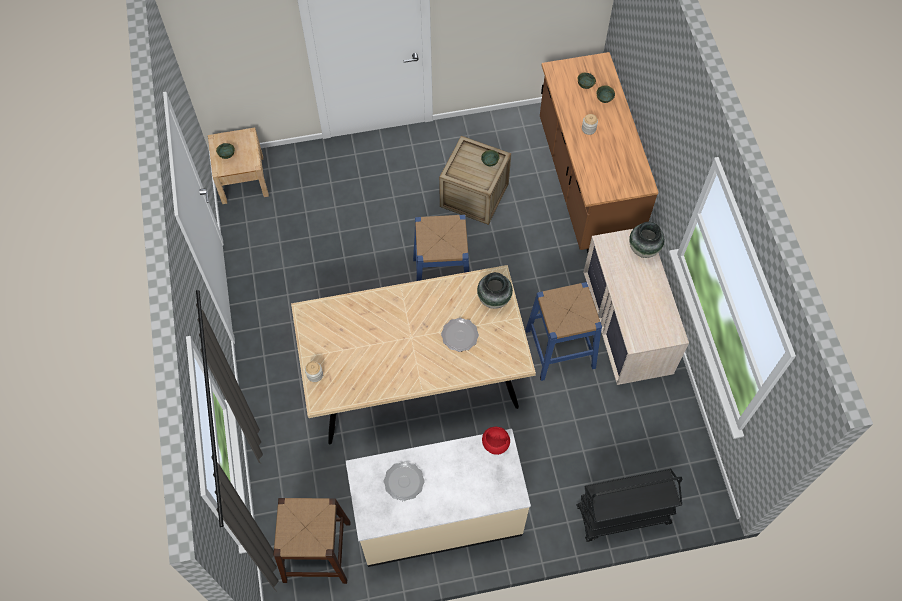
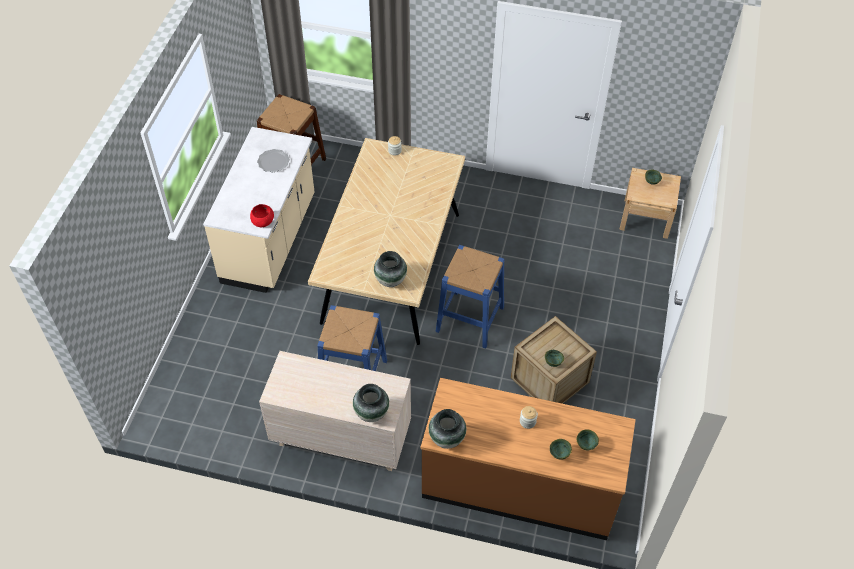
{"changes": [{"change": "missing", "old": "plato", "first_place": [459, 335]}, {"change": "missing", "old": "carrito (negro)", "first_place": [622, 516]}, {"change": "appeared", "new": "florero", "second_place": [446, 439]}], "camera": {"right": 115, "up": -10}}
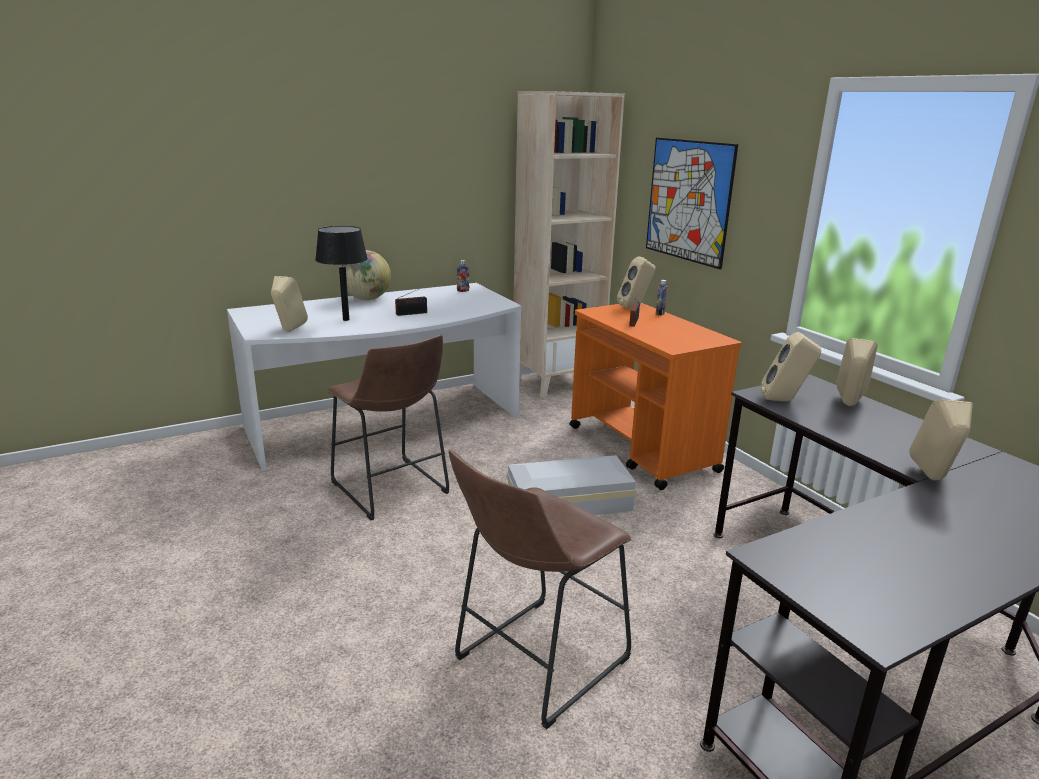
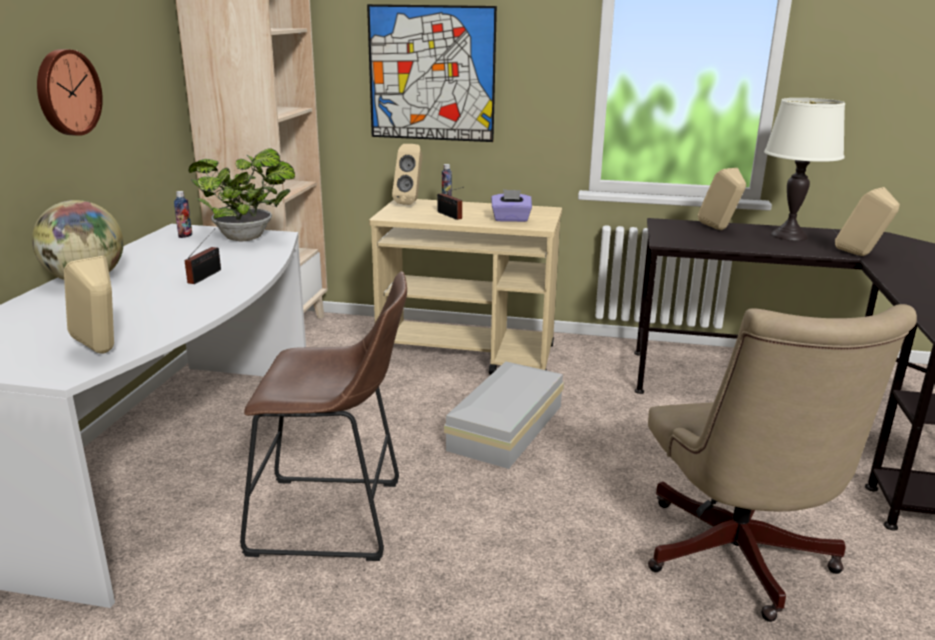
{"changes": [{"change": "missing", "old": "lámpara de mesa (negro)", "first_place": [345, 320]}, {"change": "colour", "old": "carrito (naranja)", "new": "carrito (beis)", "first_place": [642, 449], "second_place": [468, 355]}, {"change": "missing", "old": "altavoz (beis)", "first_place": [785, 401]}, {"change": "exchanged", "old": "taburete (marrón)", "new": "silla de oficina (beis)", "first_place": [535, 662], "second_place": [738, 561]}, {"change": "appeared", "new": "reloj de pared", "second_place": [66, 92]}, {"change": "appeared", "new": "lámpara de mesa (blanco)", "second_place": [788, 236]}, {"change": "appeared", "new": "planta en maceta", "second_place": [248, 238]}, {"change": "appeared", "new": "caja de pañuelos (morado)", "second_place": [511, 219]}], "camera": {"right": -50, "up": 0}}
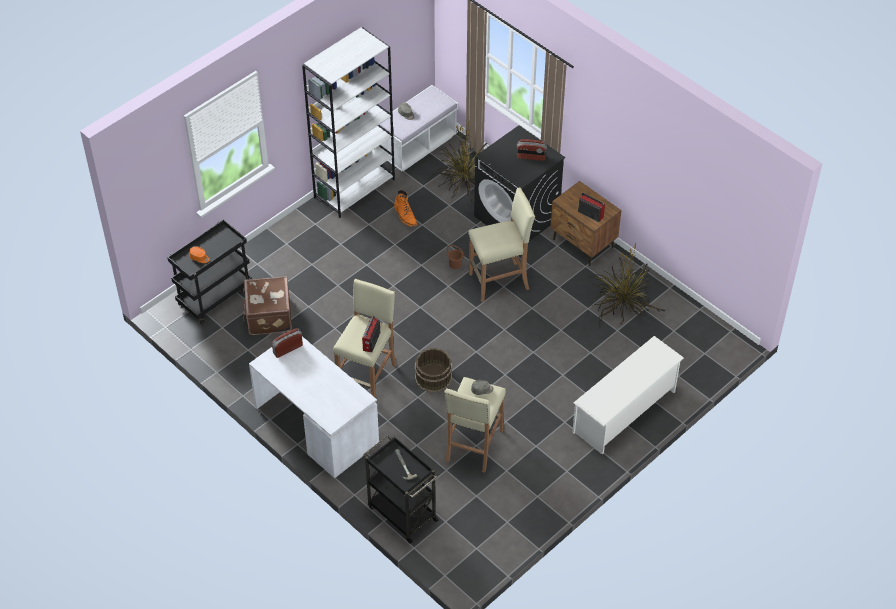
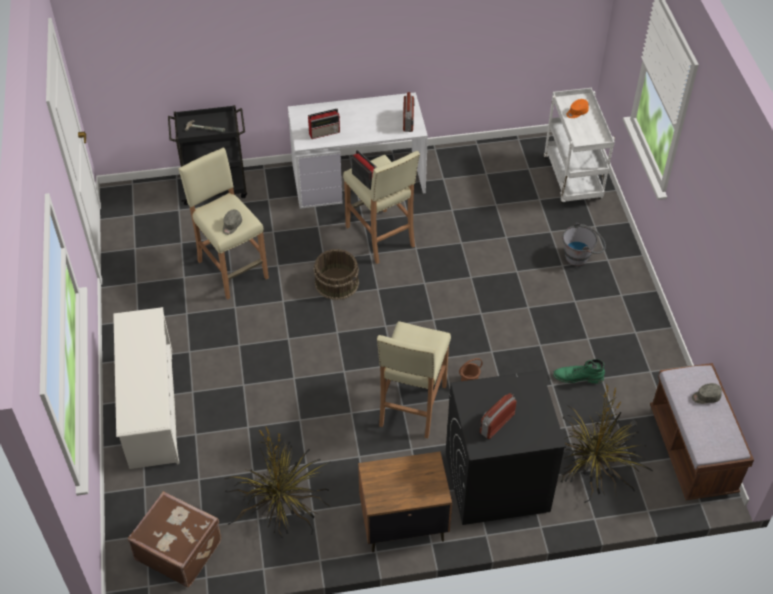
{"changes": [{"change": "missing", "old": "estantería (blanco)", "first_place": [354, 188]}, {"change": "colour", "old": "banco (blanco)", "new": "banco (marrón)", "first_place": [417, 146], "second_place": [692, 451]}, {"change": "colour", "old": "bota (naranja)", "new": "bota (verde)", "first_place": [405, 215], "second_place": [578, 377]}, {"change": "relocated", "old": "radio", "first_place": [590, 214], "second_place": [325, 132]}, {"change": "colour", "old": "carrito (negro)", "new": "carrito (blanco)", "first_place": [214, 296], "second_place": [573, 179]}, {"change": "relocated", "old": "maleta (marrón)", "first_place": [268, 316], "second_place": [179, 549]}, {"change": "appeared", "new": "cubo (gris)", "second_place": [581, 256]}], "camera": {"right": 125, "up": 0}}
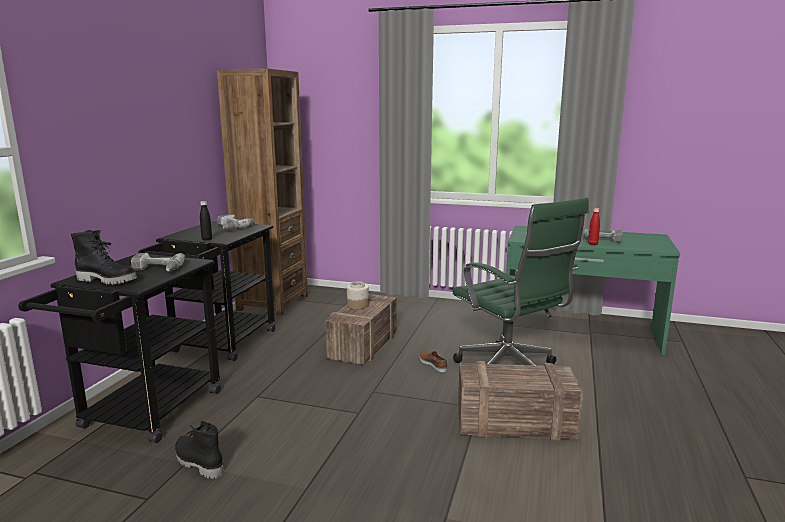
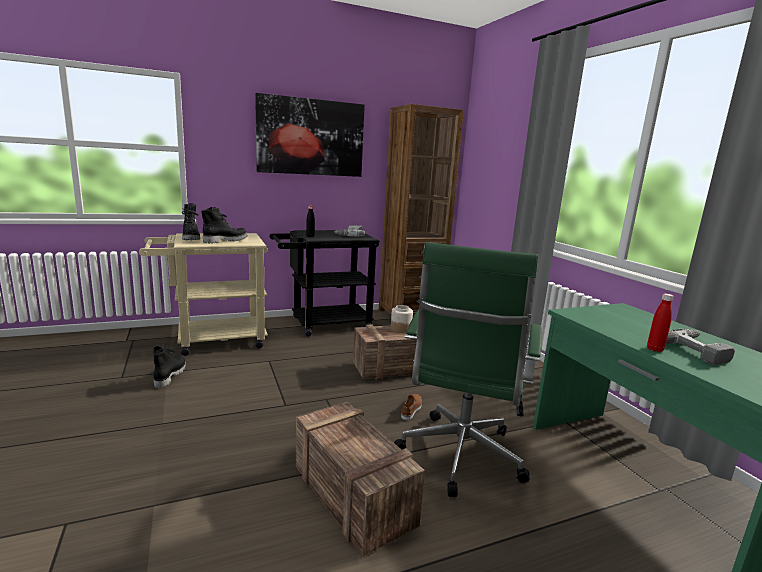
{"changes": [{"change": "exchanged", "old": "taladro", "new": "bota (negro)", "first_place": [157, 269], "second_place": [225, 240]}, {"change": "colour", "old": "carrito (negro)", "new": "carrito (beis)", "first_place": [145, 415], "second_place": [212, 340]}, {"change": "appeared", "new": "cuadro", "second_place": [311, 137]}], "camera": {"right": 50, "up": 0}}
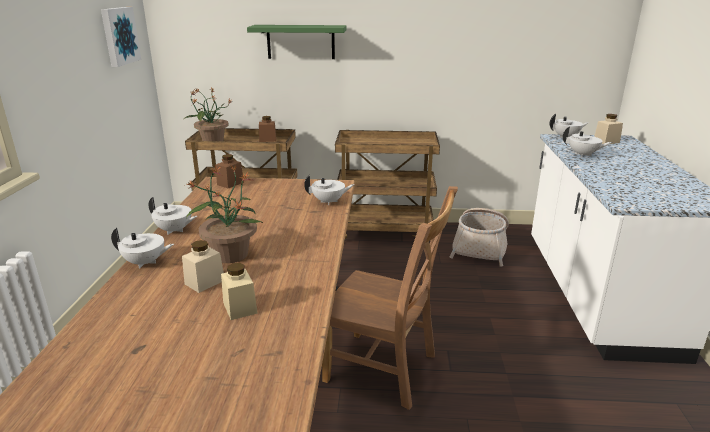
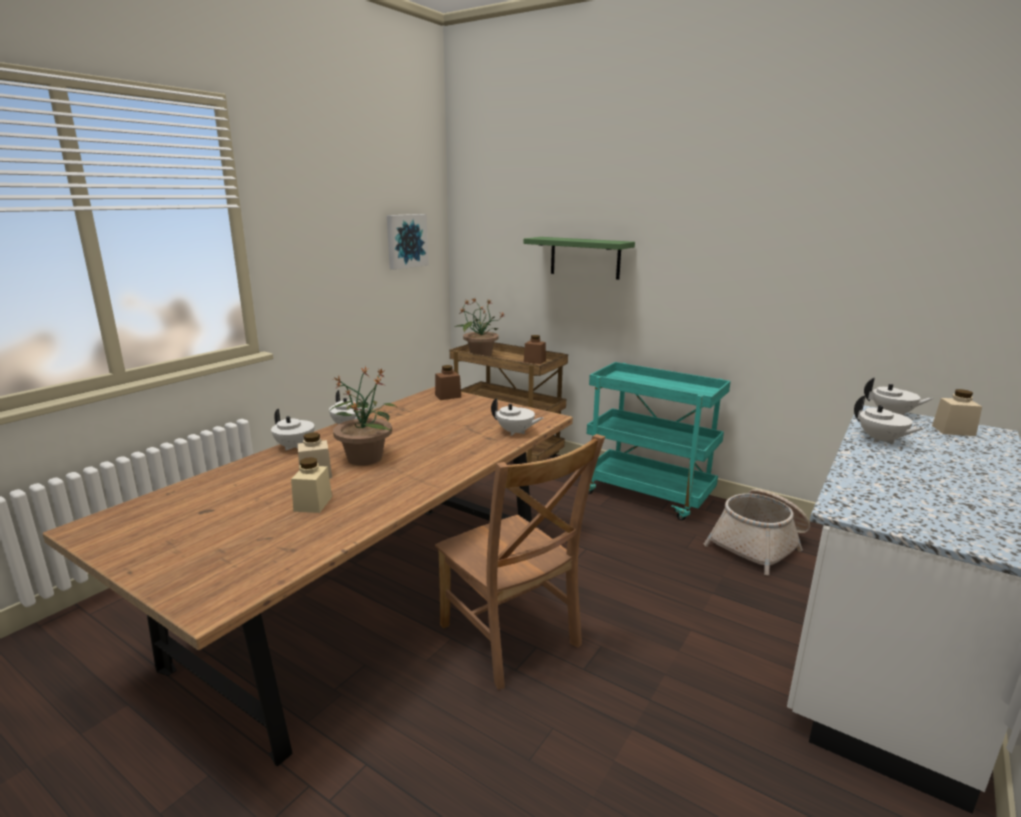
{"changes": [{"change": "colour", "old": "carrito (marrón)", "new": "carrito (turquesa)", "first_place": [385, 232], "second_place": [649, 495]}], "camera": {"right": 30, "up": -5}}
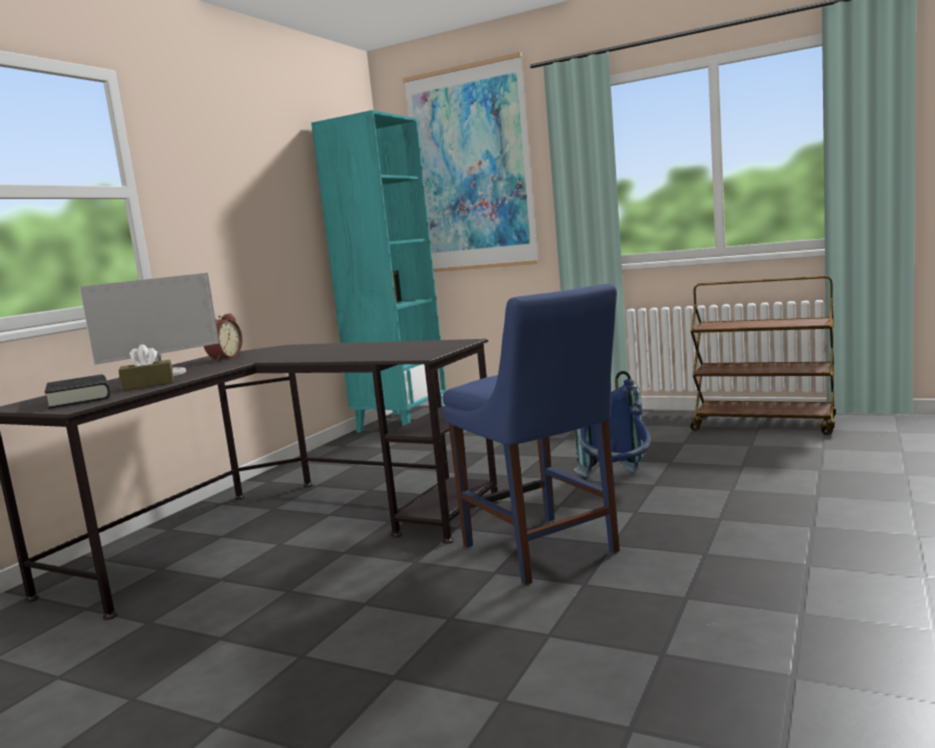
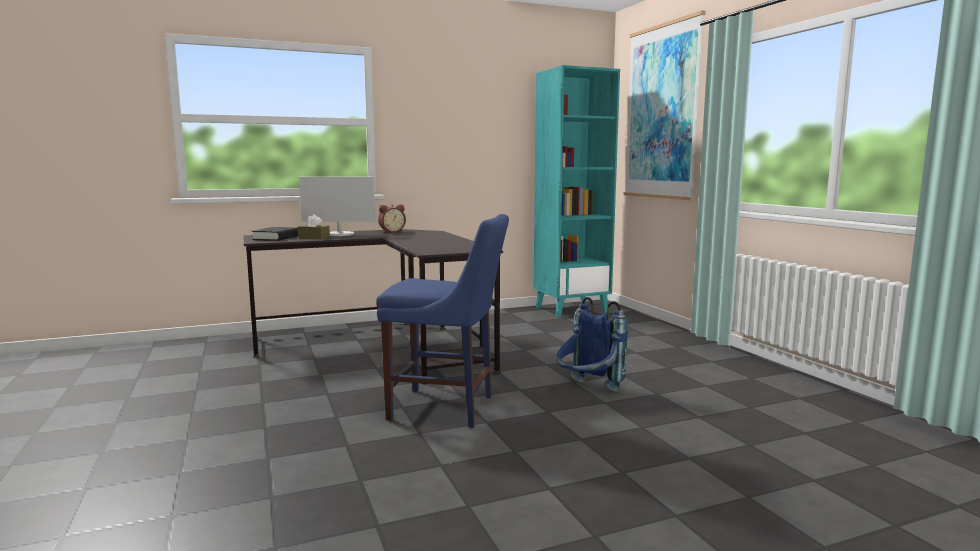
{"changes": [{"change": "missing", "old": "carrito (marrón)", "first_place": [764, 425]}, {"change": "spun", "old": "silla (azul)", "first_place": [543, 551], "second_place": [447, 408], "degrees": -90}], "camera": {"right": 40, "up": 0}}
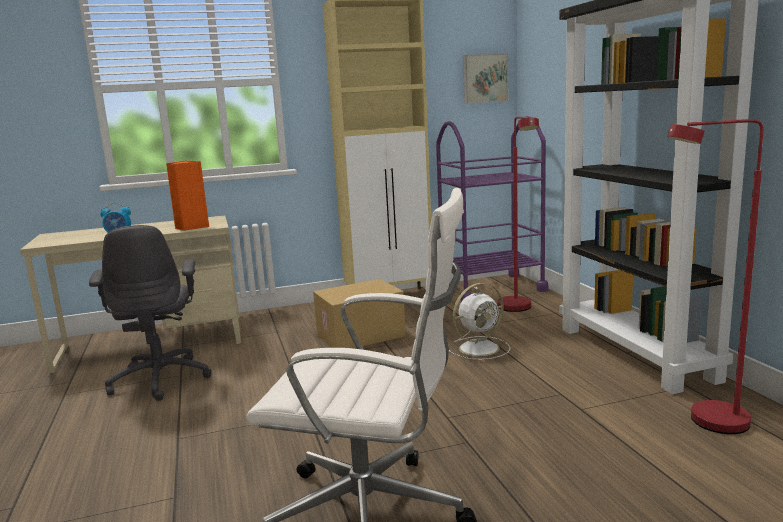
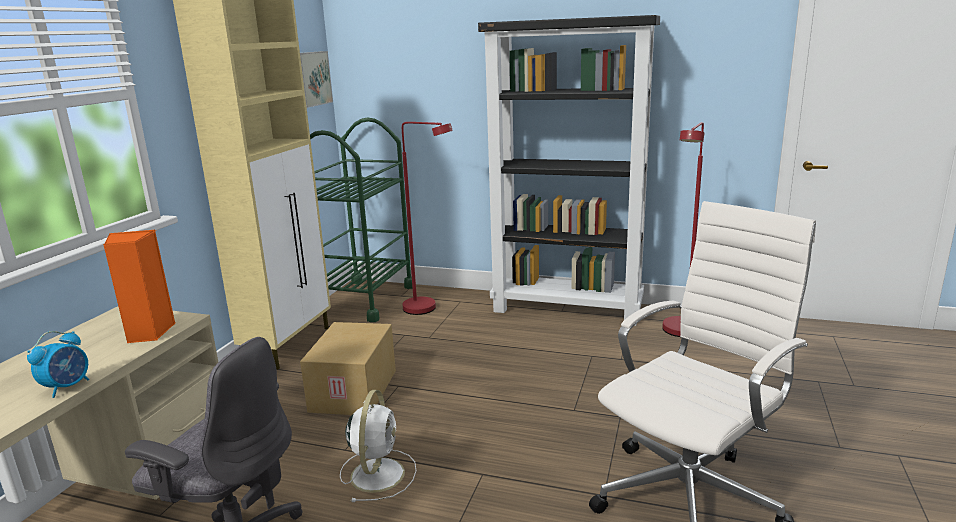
{"changes": [{"change": "colour", "old": "carrito (morado)", "new": "carrito (verde)", "first_place": [491, 288], "second_place": [364, 300]}, {"change": "relocated", "old": "ventilador (blanco)", "first_place": [480, 348], "second_place": [378, 473]}], "camera": {"right": -55, "up": 5}}
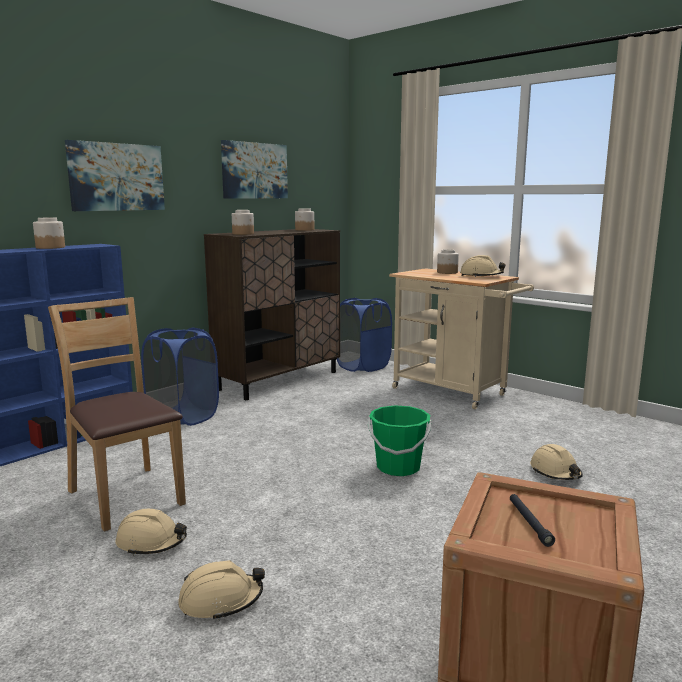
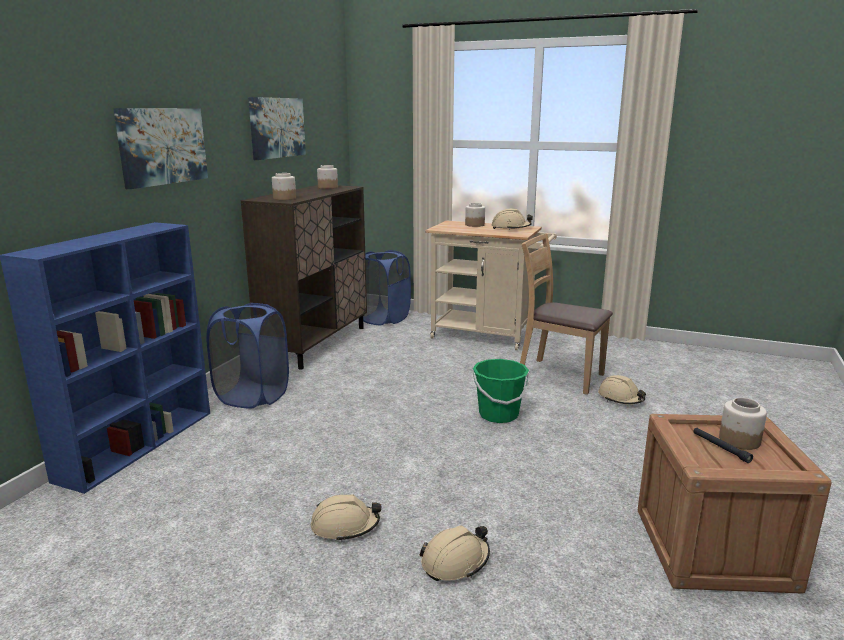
{"changes": [{"change": "relocated", "old": "tarro", "first_place": [50, 247], "second_place": [739, 440]}, {"change": "relocated", "old": "silla (marrón)", "first_place": [126, 496], "second_place": [559, 376]}], "camera": {"right": -20, "up": 5}}
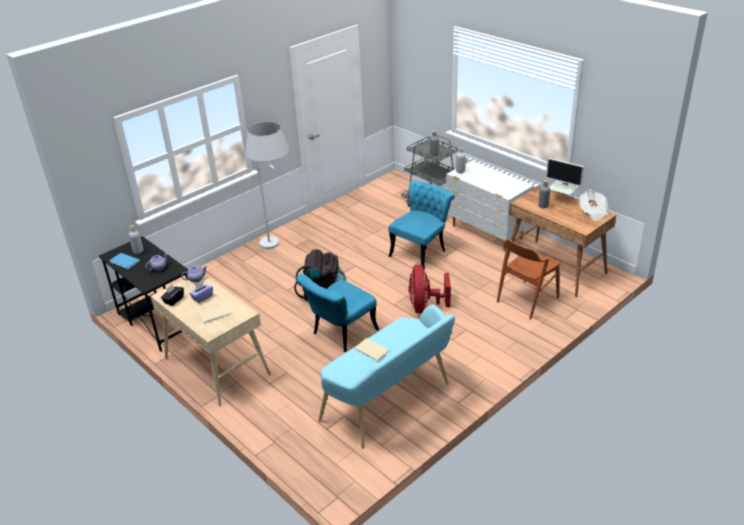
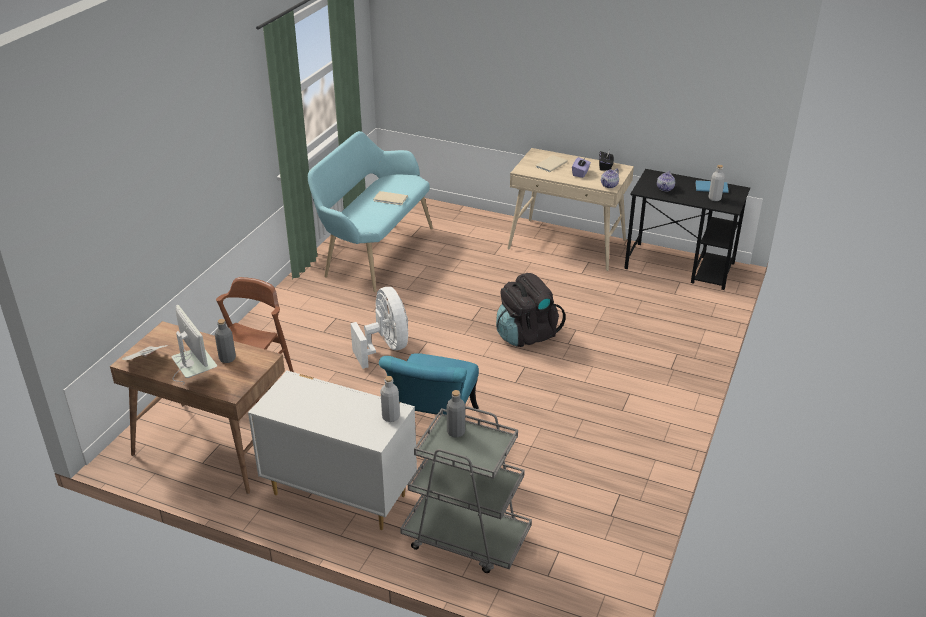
{"changes": [{"change": "missing", "old": "lámpara de pie (blanco)", "first_place": [279, 245]}, {"change": "spun", "old": "monitor", "first_place": [562, 198], "second_place": [196, 379], "degrees": 45}, {"change": "colour", "old": "ventilador (rojo)", "new": "ventilador (blanco)", "first_place": [425, 306], "second_place": [385, 347]}, {"change": "missing", "old": "silla (turquesa)", "first_place": [340, 335]}], "camera": {"right": 155, "up": 0}}
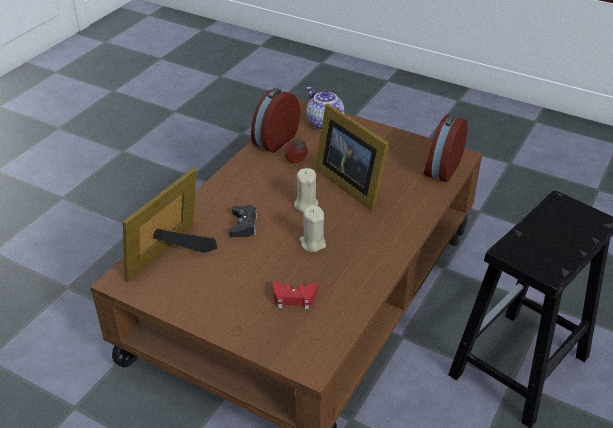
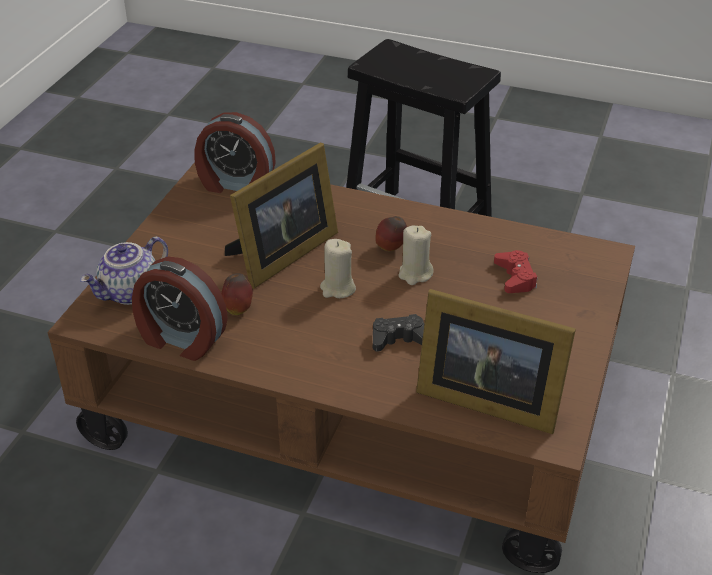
{"changes": [{"change": "appeared", "new": "manzana", "second_place": [391, 248]}], "camera": {"right": -100, "up": 0}}
